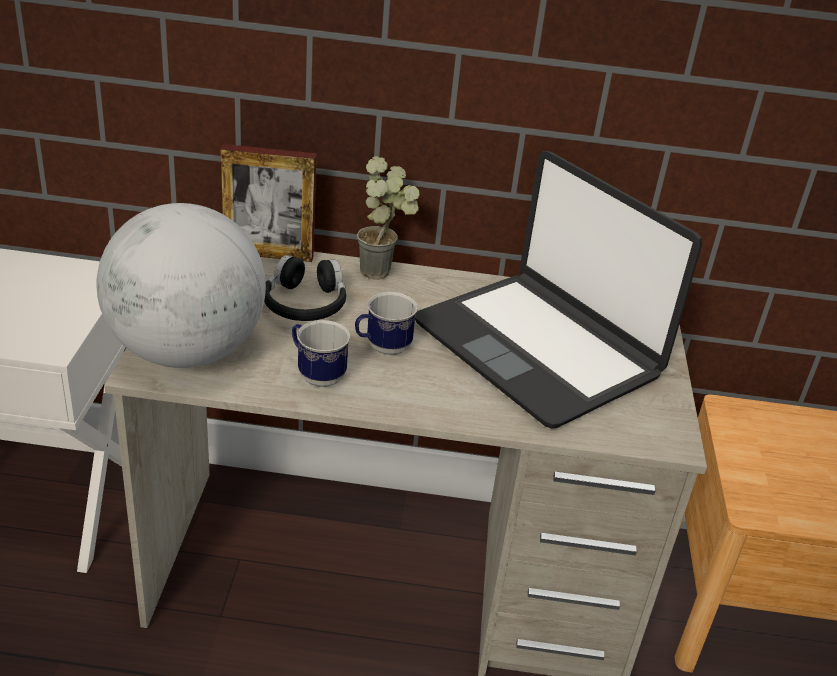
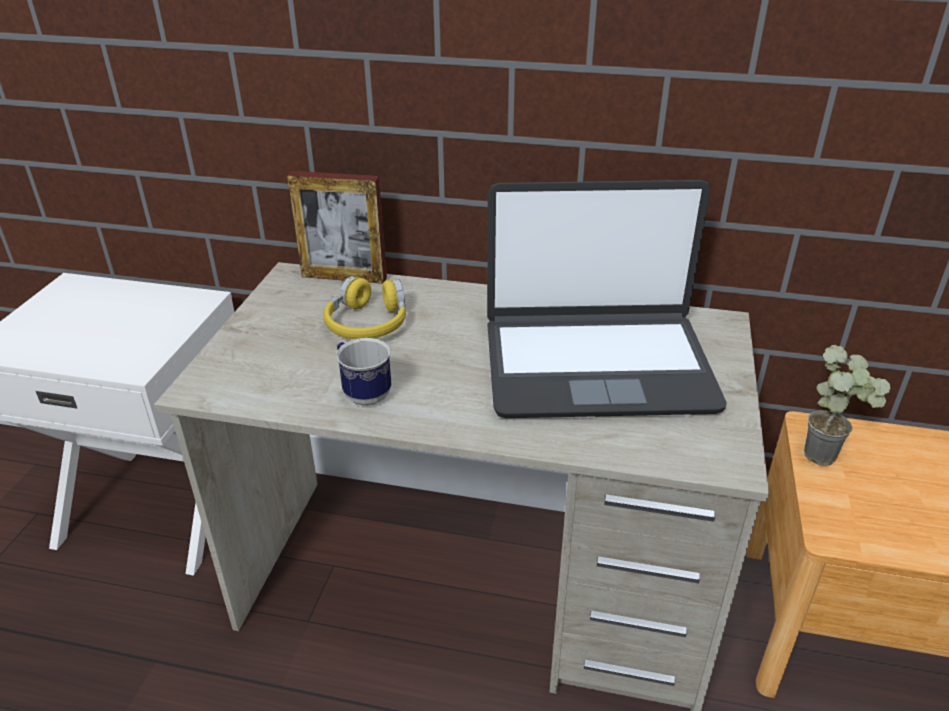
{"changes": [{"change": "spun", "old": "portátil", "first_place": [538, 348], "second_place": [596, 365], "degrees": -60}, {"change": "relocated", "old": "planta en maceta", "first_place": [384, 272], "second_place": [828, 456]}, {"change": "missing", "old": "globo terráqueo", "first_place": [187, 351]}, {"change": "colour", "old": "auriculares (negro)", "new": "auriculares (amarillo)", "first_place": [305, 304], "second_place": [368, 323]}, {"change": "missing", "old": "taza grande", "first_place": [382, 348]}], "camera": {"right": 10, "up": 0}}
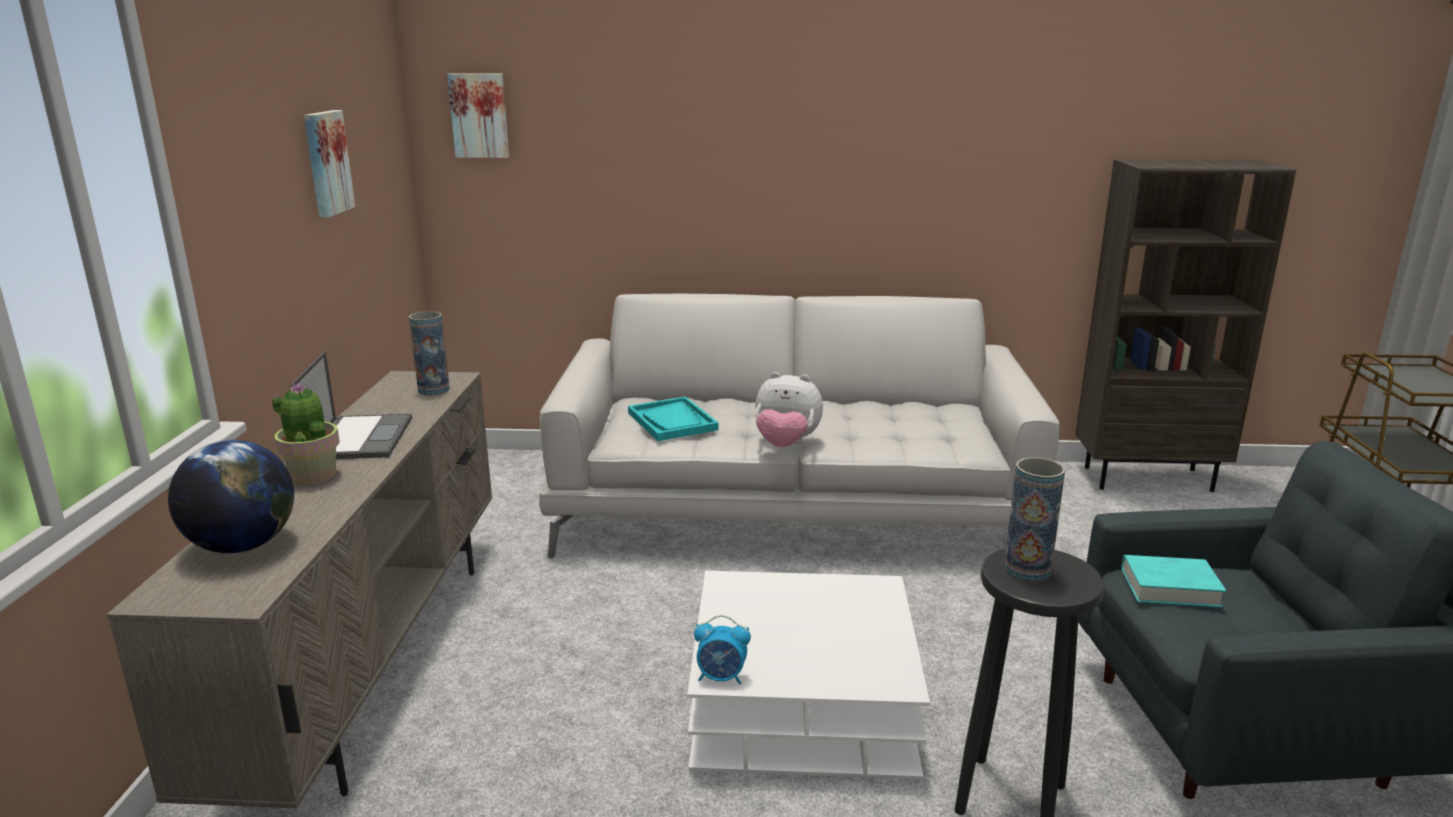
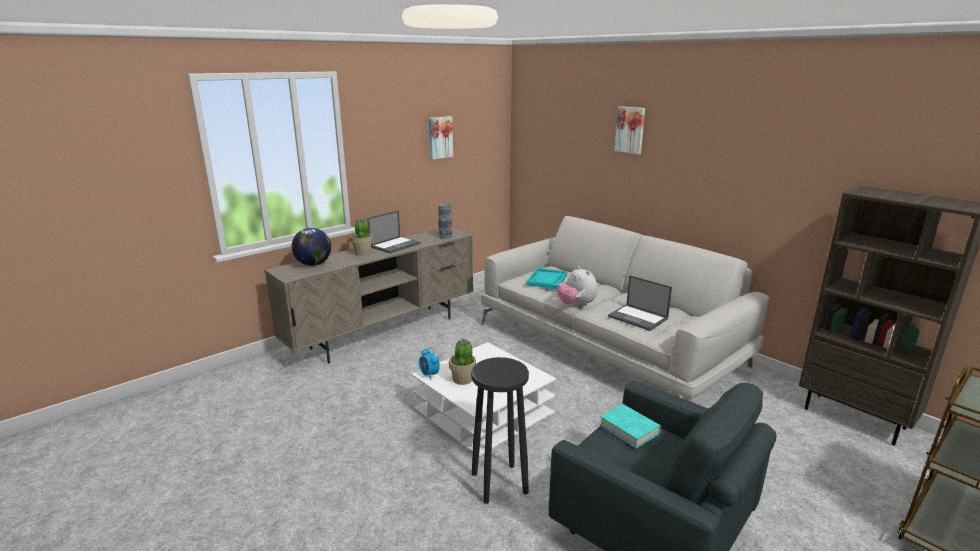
{"changes": [{"change": "relocated", "old": "cuadro", "first_place": [479, 115], "second_place": [630, 130]}, {"change": "missing", "old": "florero", "first_place": [1027, 570]}, {"change": "appeared", "new": "portátil", "second_place": [638, 318]}, {"change": "appeared", "new": "planta en maceta", "second_place": [463, 379]}], "camera": {"right": 45, "up": 0}}
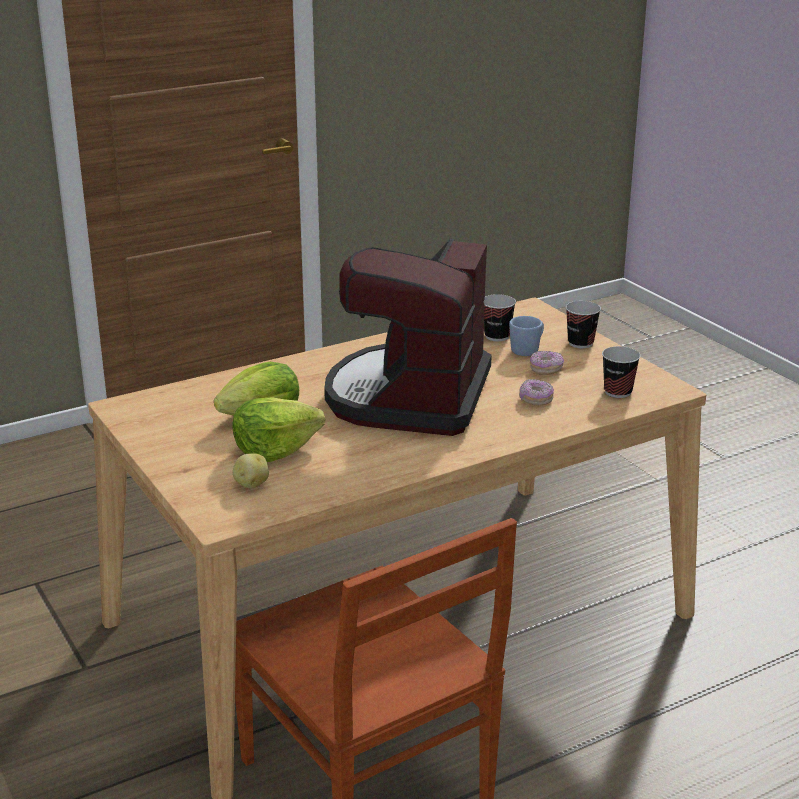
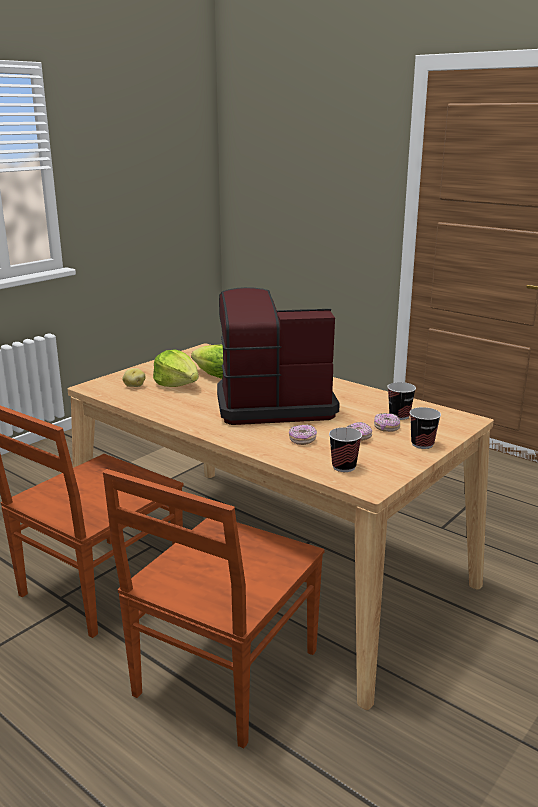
{"changes": [{"change": "exchanged", "old": "taza grande (azul)", "new": "rosquilla", "first_place": [528, 350], "second_place": [386, 428]}, {"change": "appeared", "new": "silla (marrón)", "second_place": [224, 675]}], "camera": {"right": 70, "up": -5}}
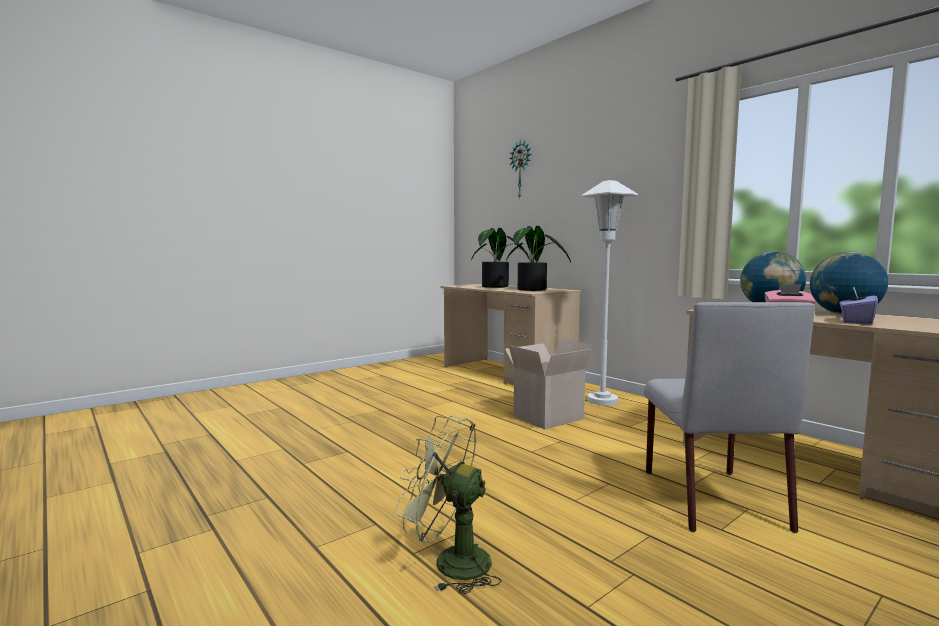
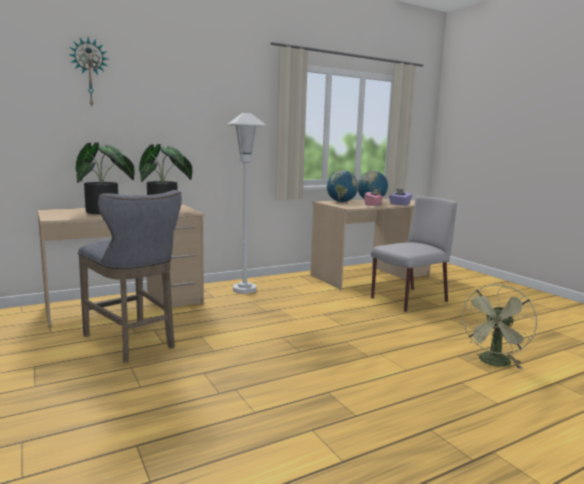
{"changes": [{"change": "spun", "old": "silla (gris)", "first_place": [711, 498], "second_place": [408, 300], "degrees": -45}, {"change": "missing", "old": "caja de cartón", "first_place": [547, 417]}, {"change": "appeared", "new": "taburete (gris)", "second_place": [133, 342]}], "camera": {"right": -80, "up": 5}}
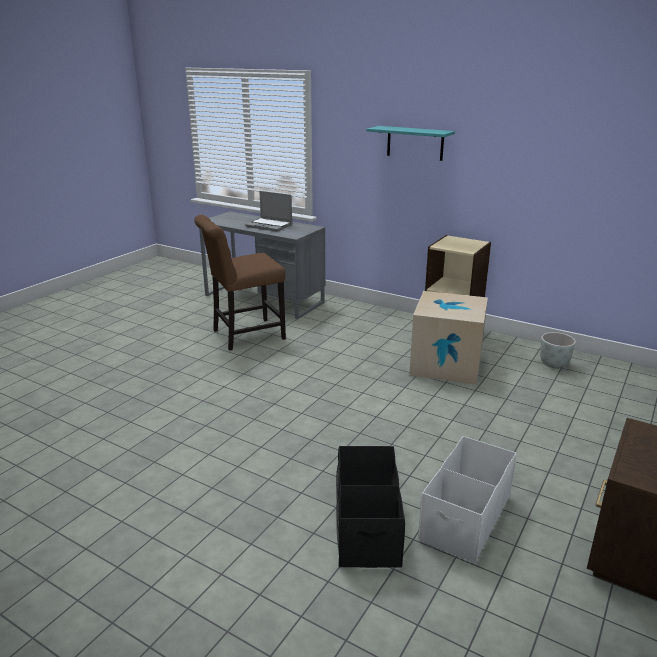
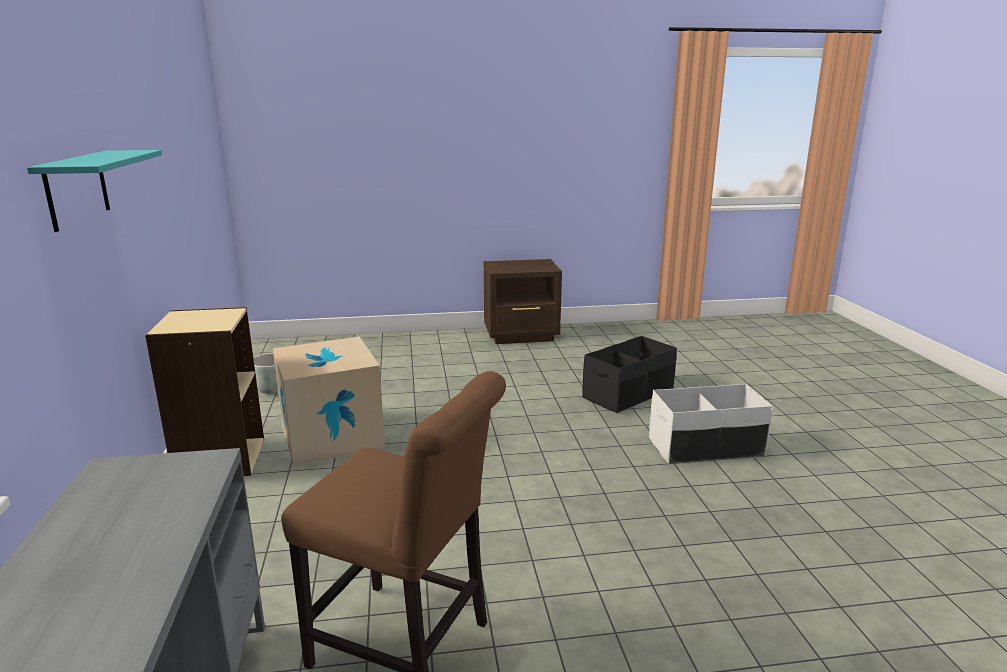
{"changes": [{"change": "missing", "old": "portátil", "first_place": [270, 225]}, {"change": "relocated", "old": "caja de almacenaje (blanco)", "first_place": [465, 518], "second_place": [706, 447]}], "camera": {"right": -130, "up": -5}}
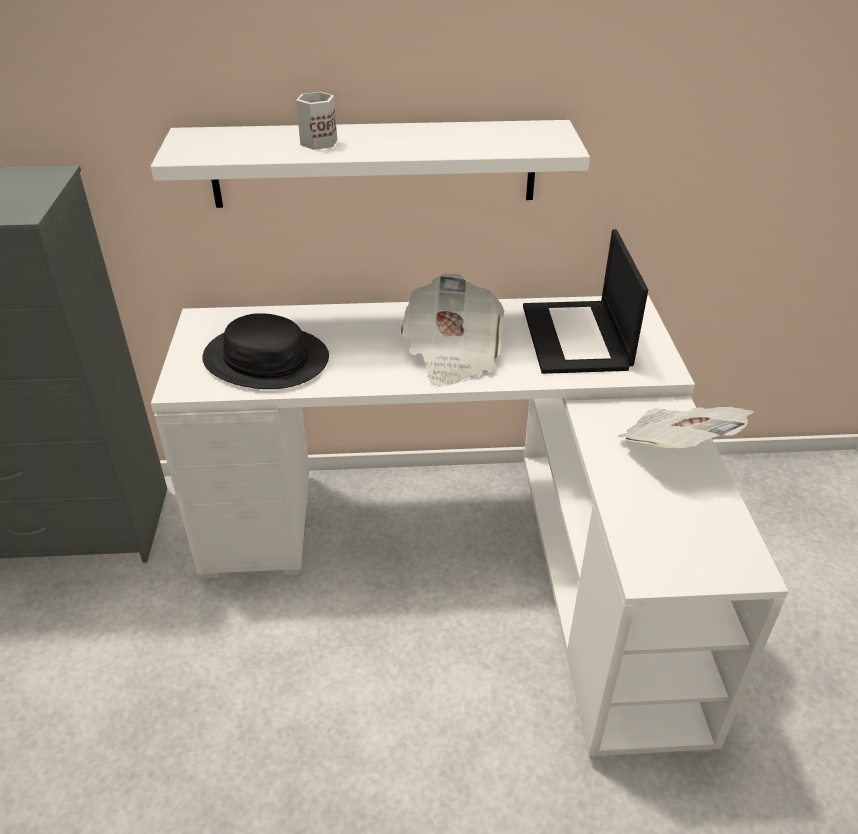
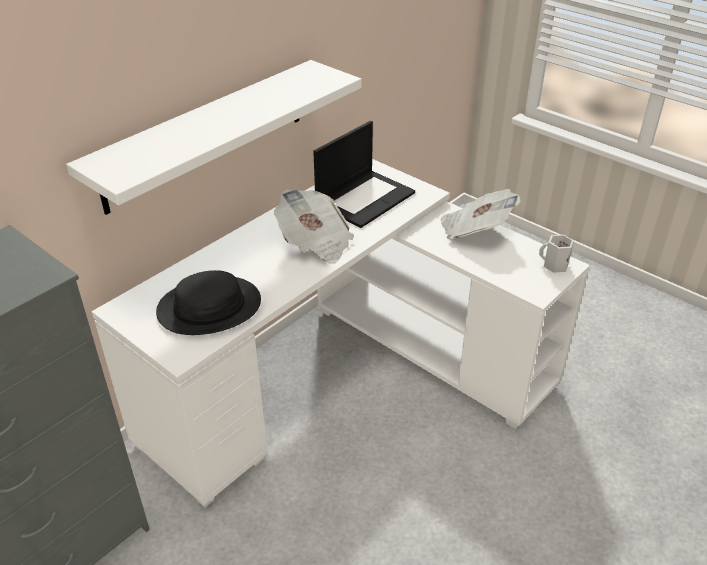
{"changes": [{"change": "relocated", "old": "taza grande (blanco)", "first_place": [317, 142], "second_place": [554, 265]}, {"change": "spun", "old": "portátil", "first_place": [577, 338], "second_place": [365, 198], "degrees": -90}], "camera": {"right": -45, "up": 0}}
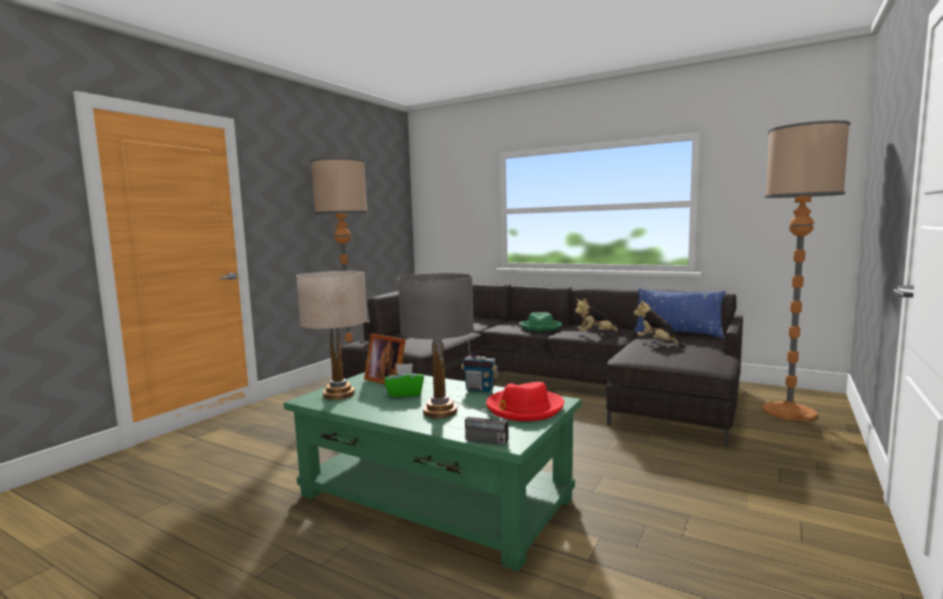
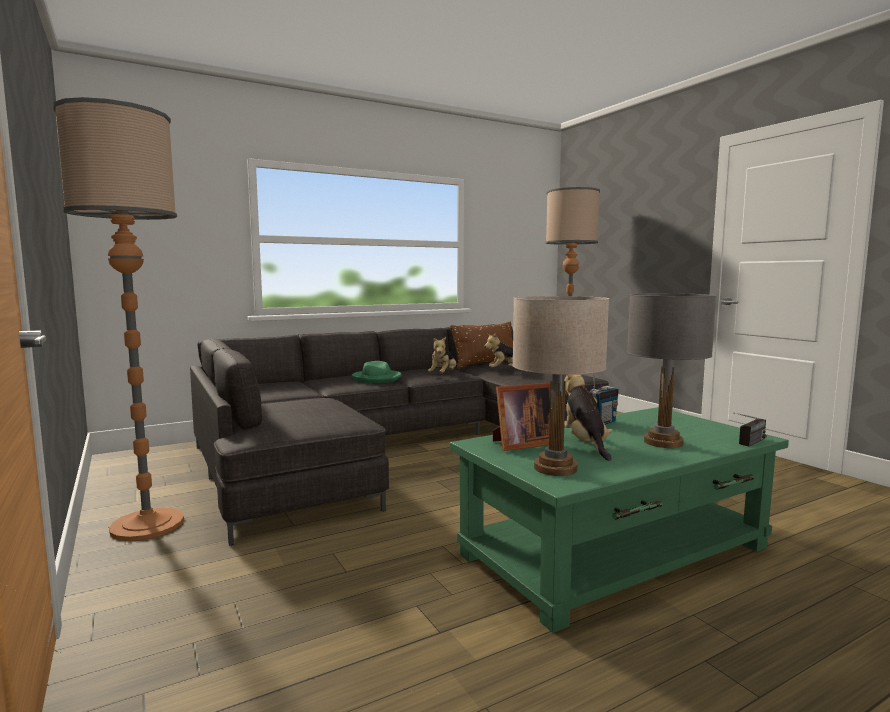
{"changes": [{"change": "colour", "old": "cojín (azul)", "new": "cojín (marrón)", "first_place": [678, 333], "second_place": [485, 364]}, {"change": "exchanged", "old": "caja de pañuelos (verde)", "new": "peluche", "first_place": [405, 393], "second_place": [585, 444]}, {"change": "missing", "old": "sombrero (rojo)", "first_place": [524, 408]}], "camera": {"right": -60, "up": 0}}
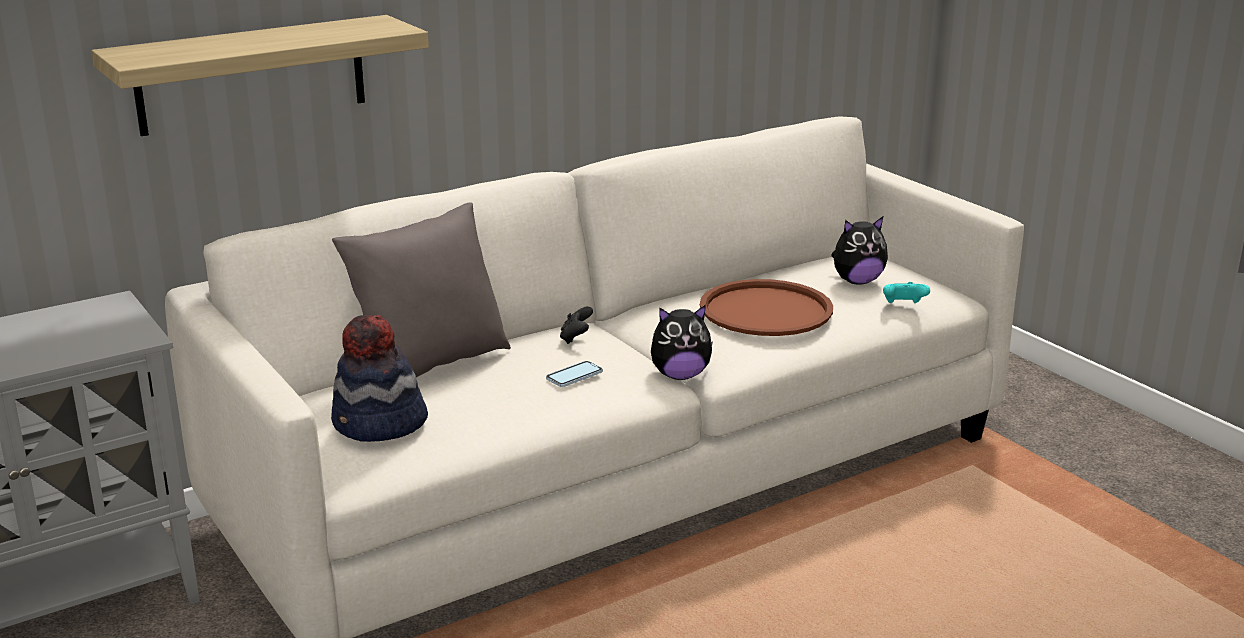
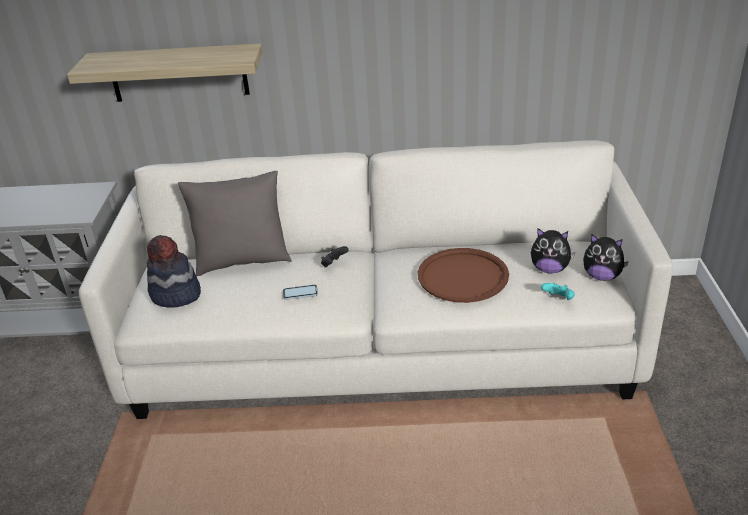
{"changes": [{"change": "relocated", "old": "peluche", "first_place": [680, 375], "second_place": [602, 276]}], "camera": {"right": 35, "up": 10}}
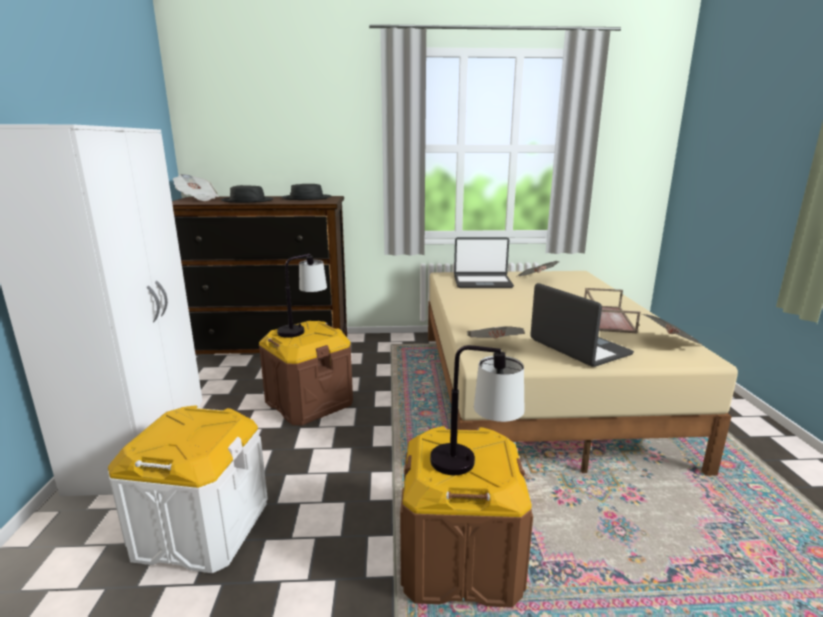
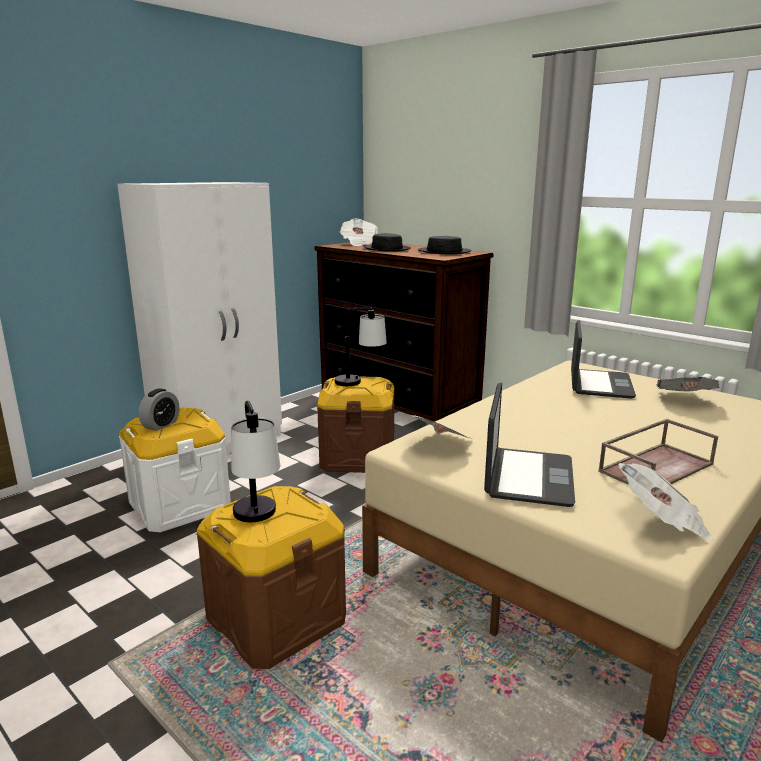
{"changes": [{"change": "spun", "old": "portátil", "first_place": [482, 282], "second_place": [599, 385], "degrees": -120}, {"change": "appeared", "new": "despertador", "second_place": [161, 425]}], "camera": {"right": 45, "up": 0}}
